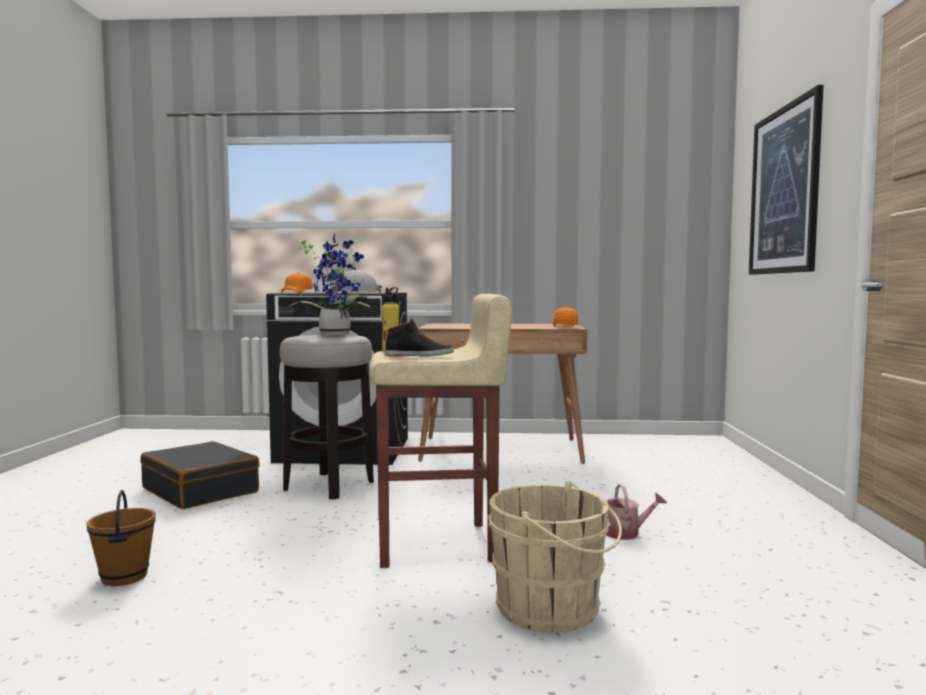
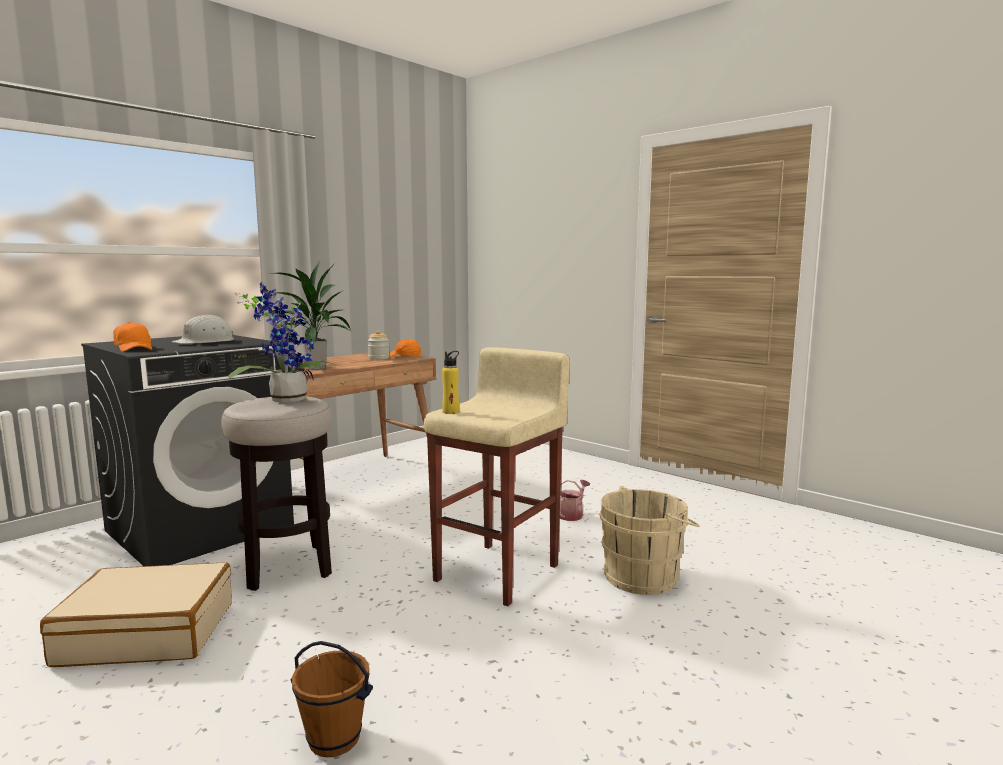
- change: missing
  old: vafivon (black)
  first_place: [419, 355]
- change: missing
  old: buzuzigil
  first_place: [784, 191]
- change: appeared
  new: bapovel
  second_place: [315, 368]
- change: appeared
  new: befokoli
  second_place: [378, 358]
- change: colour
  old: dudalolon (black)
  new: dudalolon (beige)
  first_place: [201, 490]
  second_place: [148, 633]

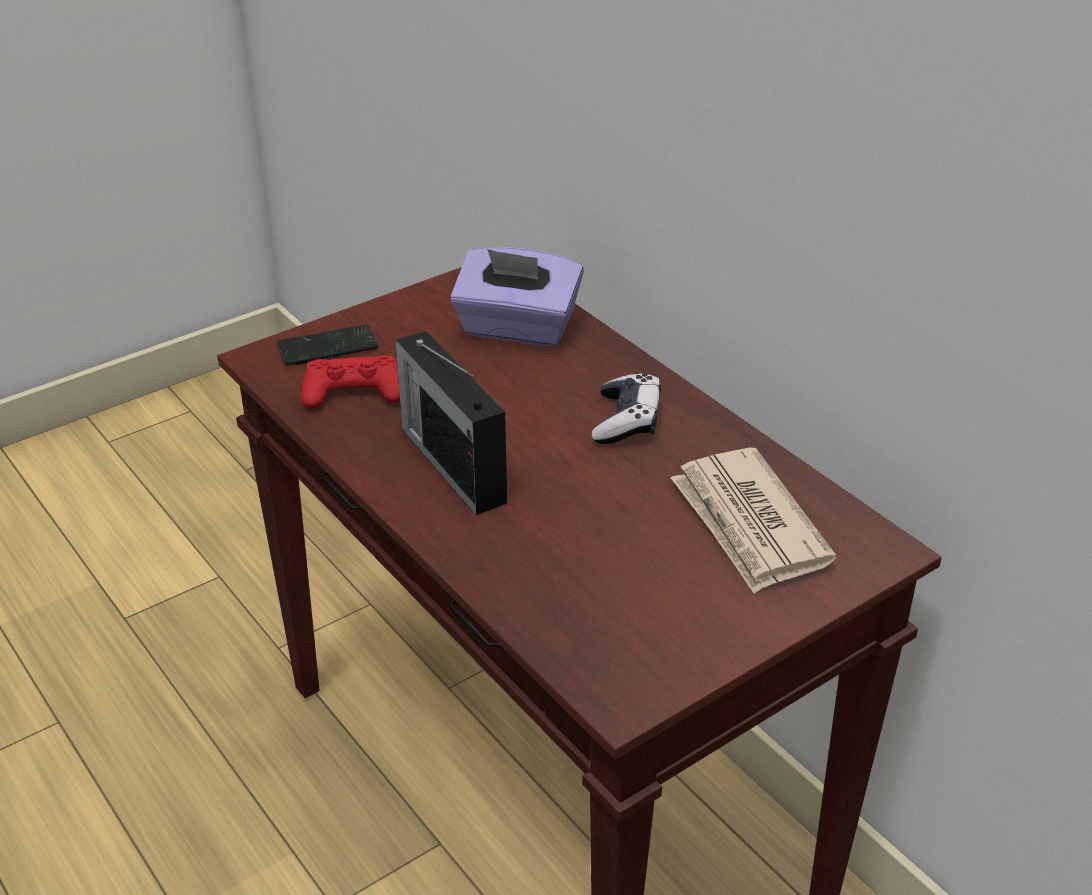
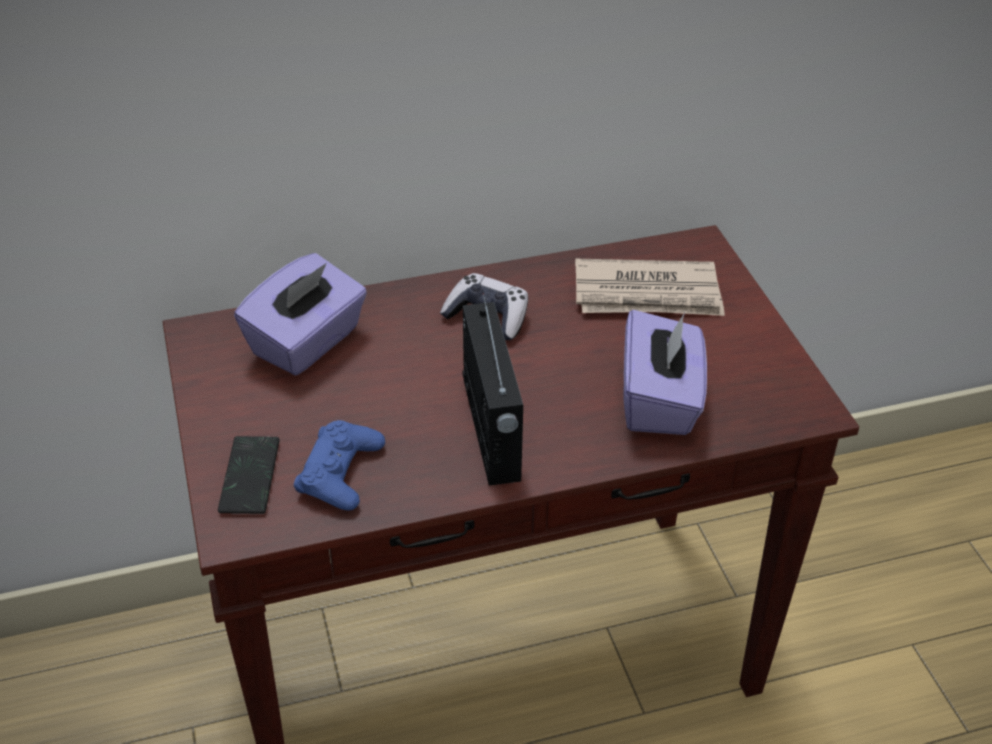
- change: appeared
  new: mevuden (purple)
  second_place: [660, 401]
- change: colour
  old: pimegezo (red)
  new: pimegezo (blue)
  first_place: [353, 391]
  second_place: [340, 472]
- change: spun
  old: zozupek
  first_place: [452, 462]
  second_place: [491, 431]
  degrees: -90

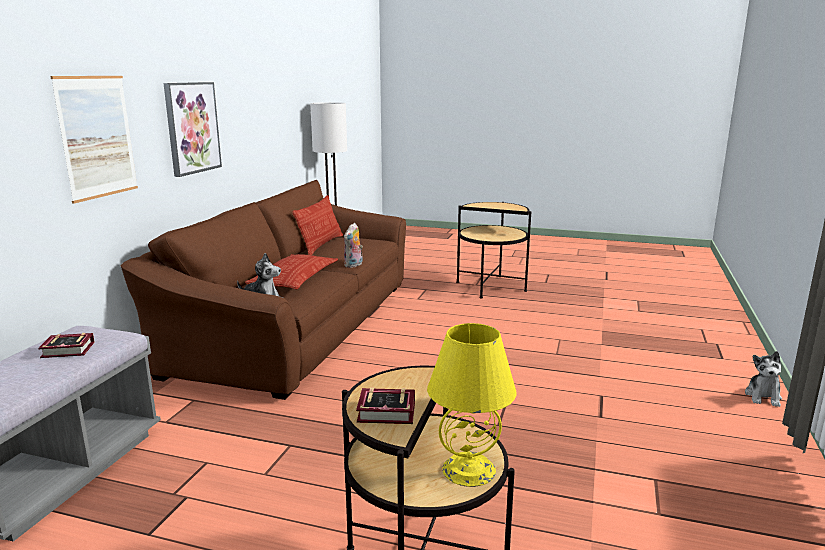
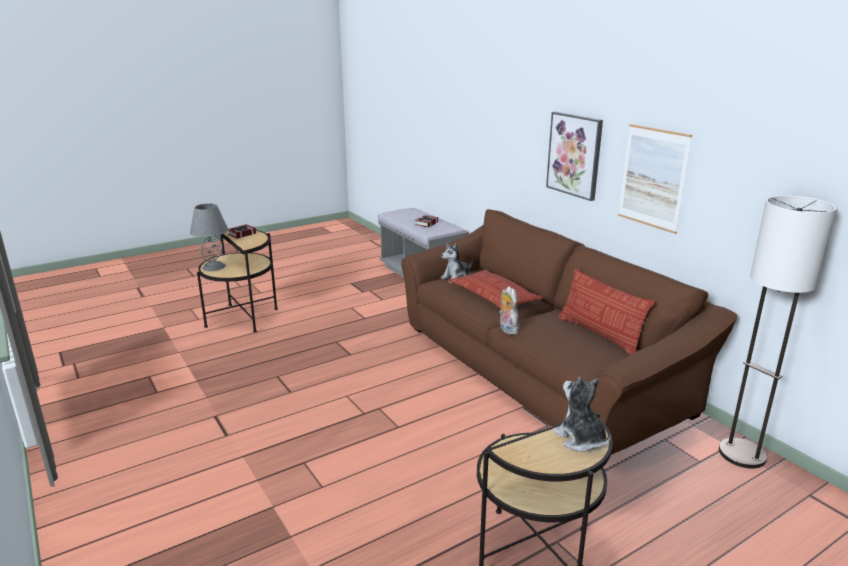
- change: relocated
  old: buzuzigil
  first_place: [97, 137]
  second_place: [653, 178]
- change: relocated
  old: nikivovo
  first_place: [763, 396]
  second_place: [580, 439]
- change: colour
  old: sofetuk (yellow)
  new: sofetuk (grey)
  first_place: [469, 469]
  second_place: [214, 267]

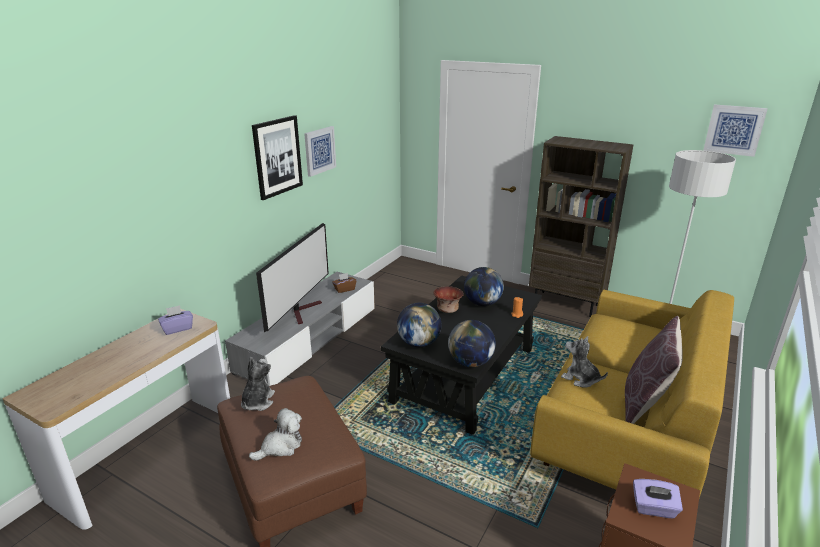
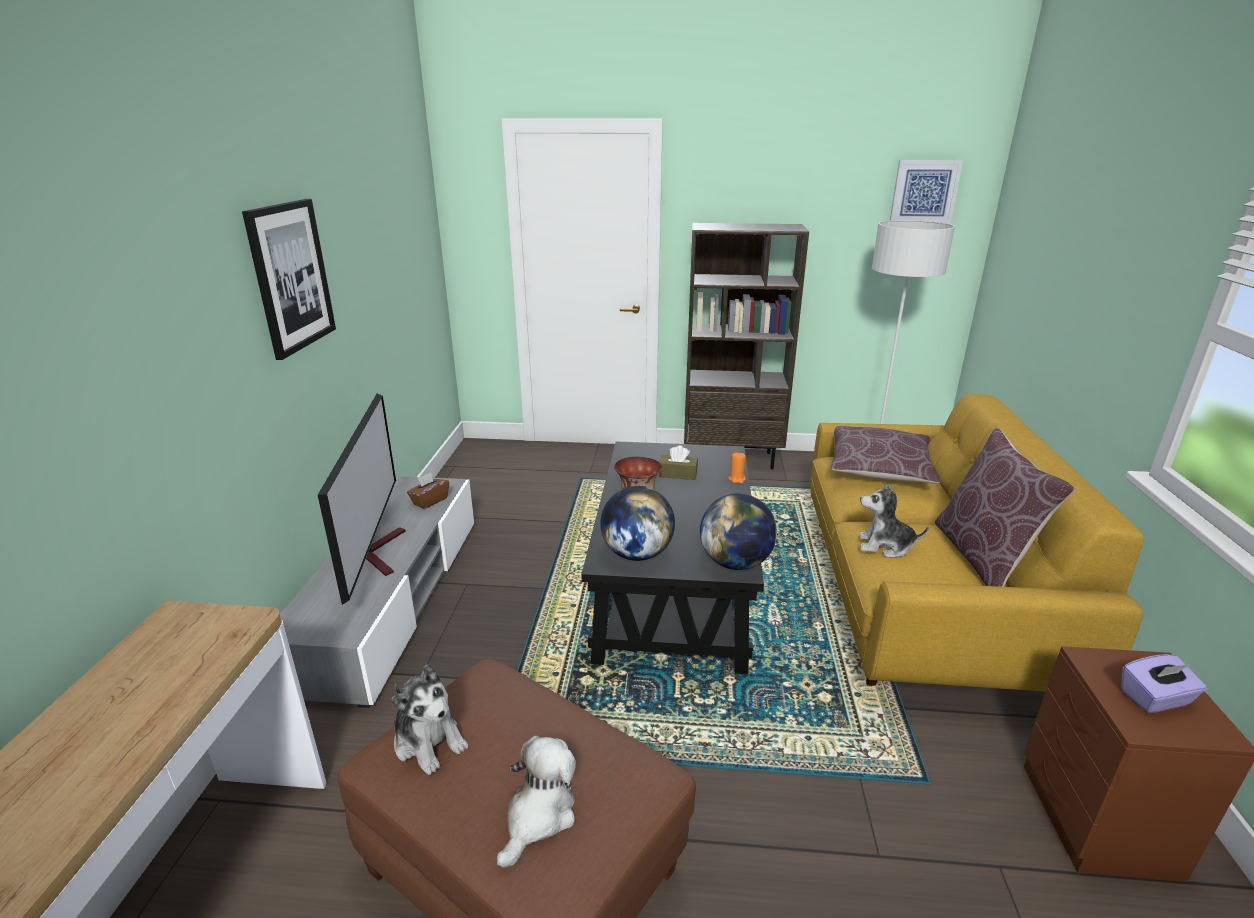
- change: missing
  old: mevuden (purple)
  first_place: [177, 328]
- change: missing
  old: buzuzigil
  first_place: [319, 150]
- change: appeared
  new: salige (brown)
  second_place: [879, 469]
- change: exchanged
  old: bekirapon
  new: mevuden (brown)
  first_place: [482, 303]
  second_place: [678, 474]
- change: spun
  old: nikivovo
  first_place: [257, 402]
  second_place: [429, 741]
  degrees: 150

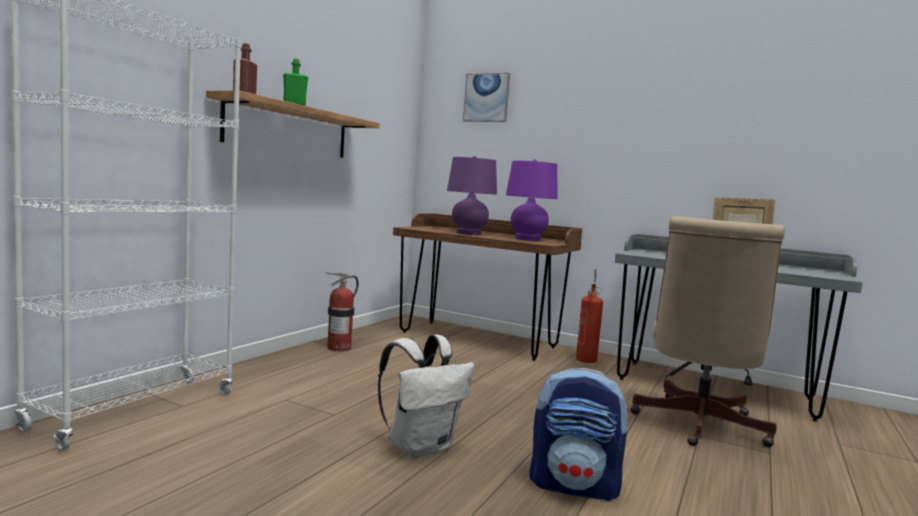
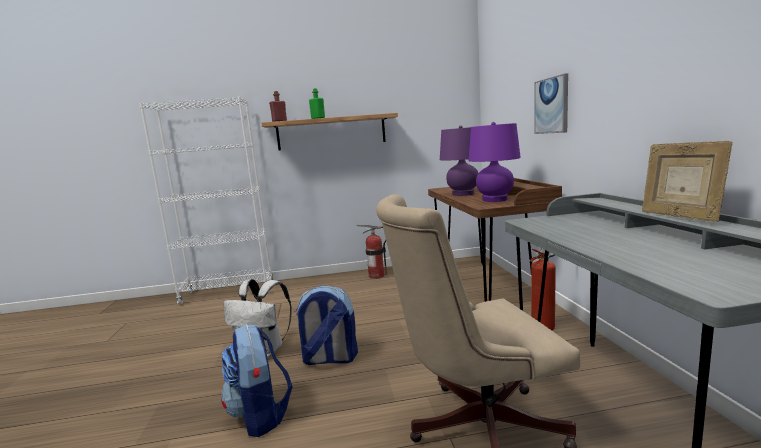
- change: appeared
  new: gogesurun
  second_place: [329, 359]
- change: relocated
  old: buzuzigil
  first_place: [486, 98]
  second_place: [551, 105]

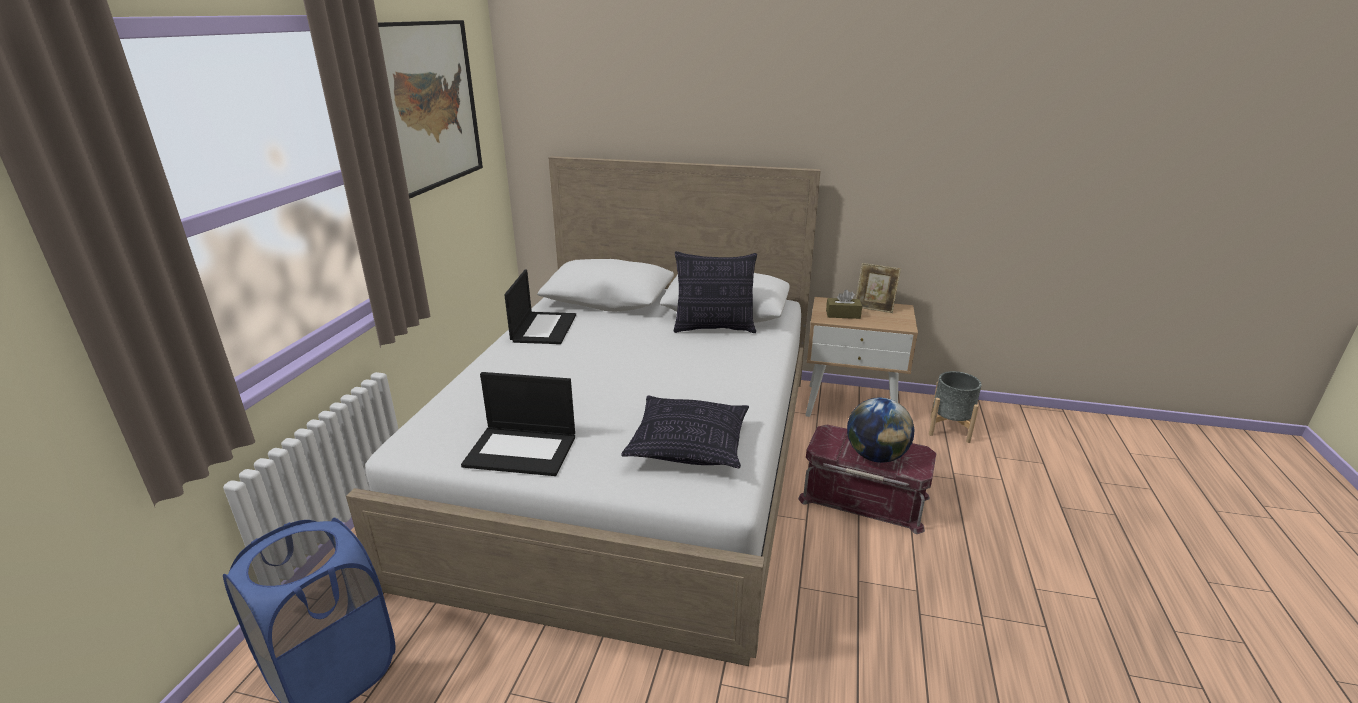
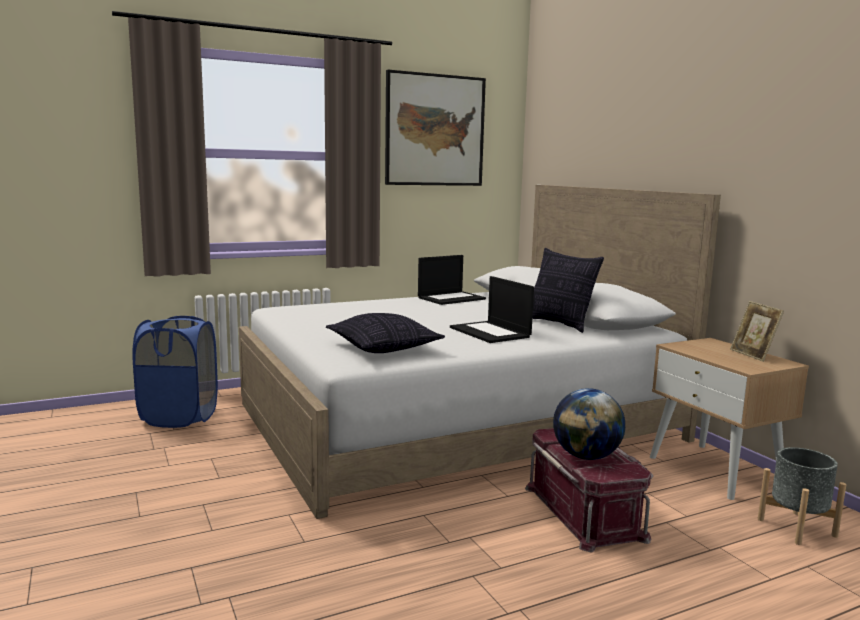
- change: missing
  old: mevuden (brown)
  first_place: [843, 314]
- change: relocated
  old: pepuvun
  first_place: [522, 450]
  second_place: [491, 332]

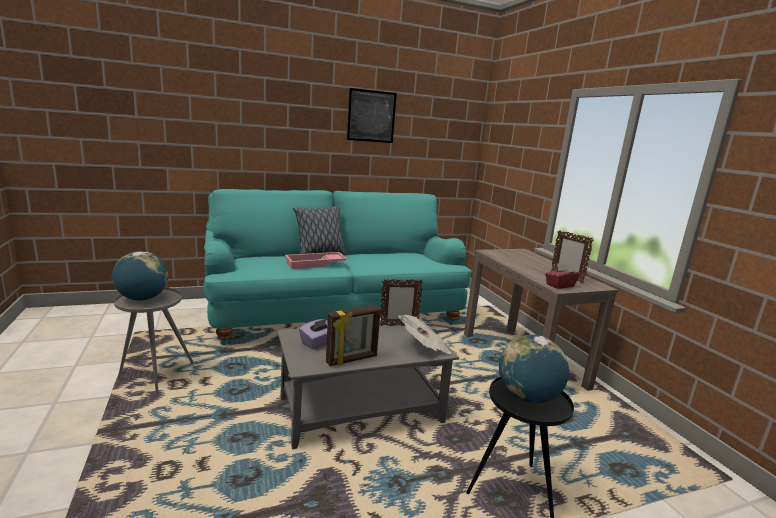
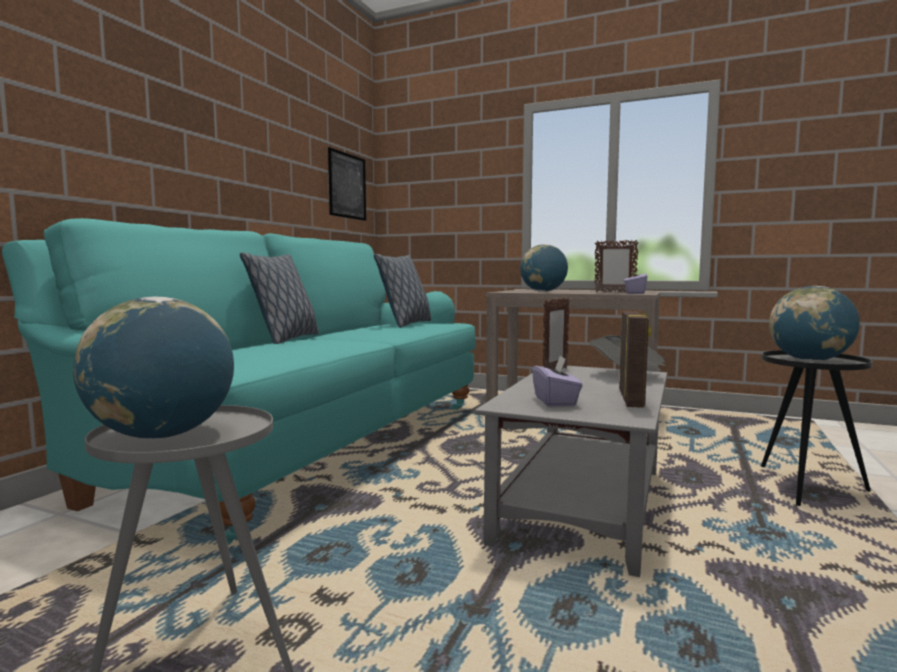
- change: missing
  old: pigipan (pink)
  first_place: [315, 264]
- change: appeared
  new: salige
  second_place: [405, 324]
- change: appeared
  new: bekirapon
  second_place: [543, 291]
- change: relocated
  old: buzuzigil
  first_place: [371, 116]
  second_place: [347, 186]
- change: colour
  old: mevuden (red)
  new: mevuden (purple)
  first_place: [559, 285]
  second_place: [634, 293]

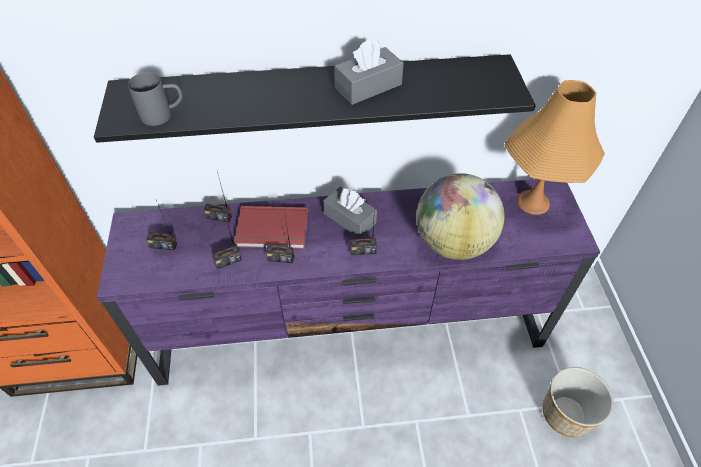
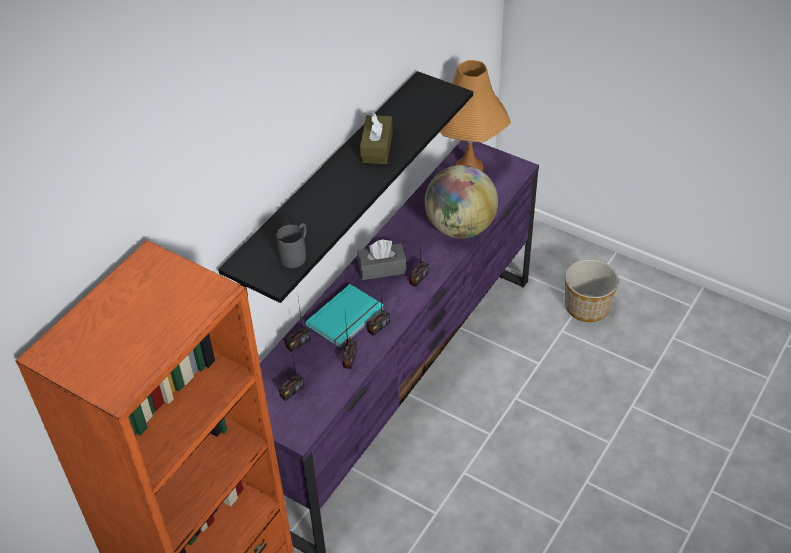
- change: colour
  old: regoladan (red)
  new: regoladan (turquoise)
  first_place: [272, 231]
  second_place: [347, 318]
- change: colour
  old: mevuden (grey)
  new: mevuden (brown)
  first_place: [368, 86]
  second_place: [377, 147]

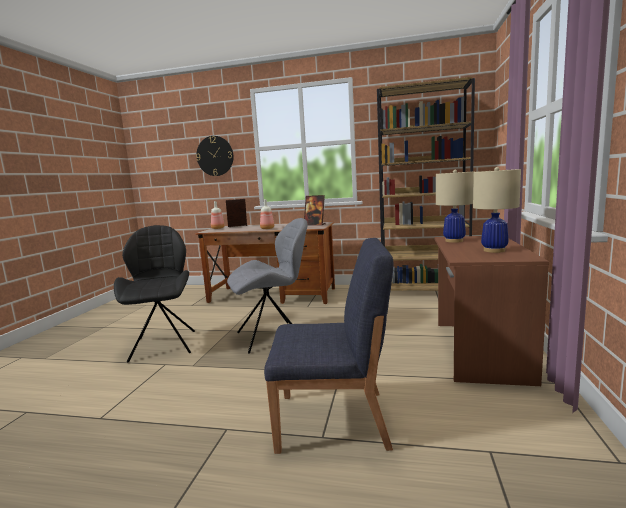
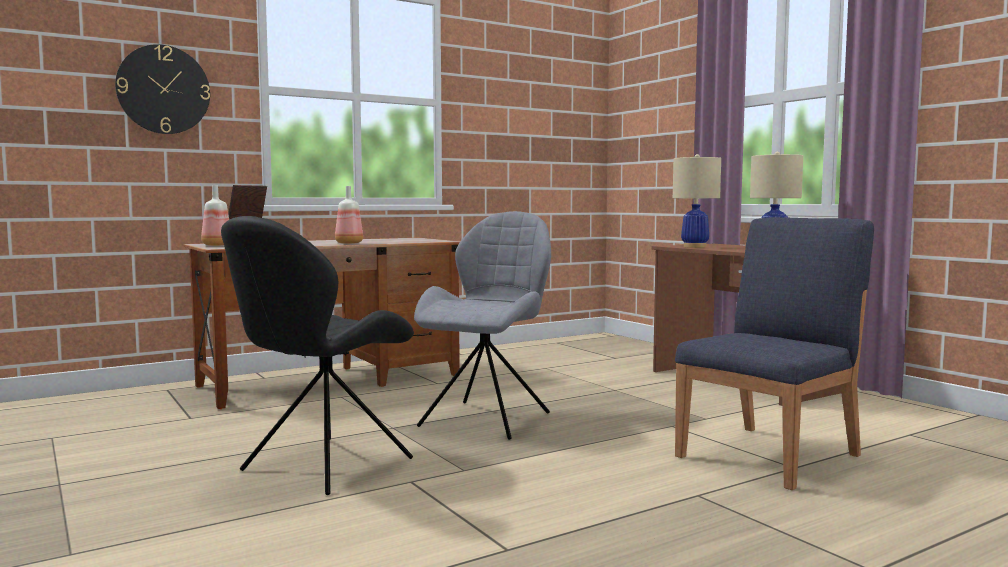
- change: missing
  old: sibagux
  first_place: [315, 225]
- change: missing
  old: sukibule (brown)
  first_place: [424, 290]
- change: spun
  old: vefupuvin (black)
  first_place: [164, 344]
  second_place: [323, 466]
  degrees: -90

